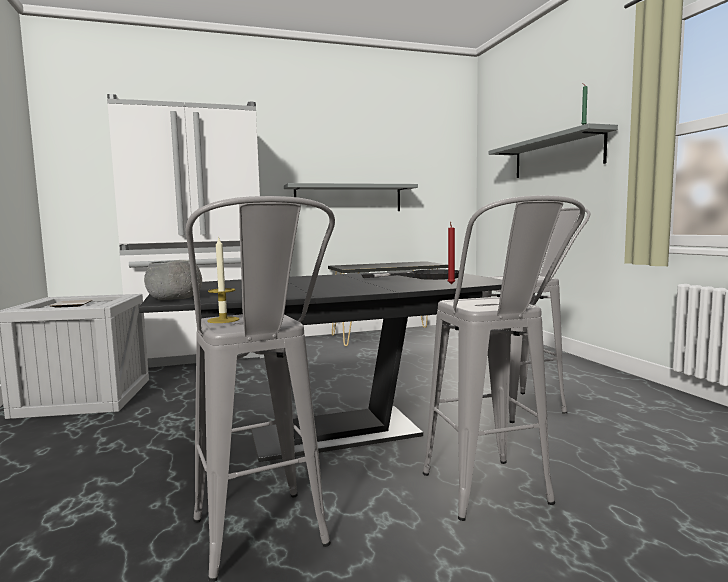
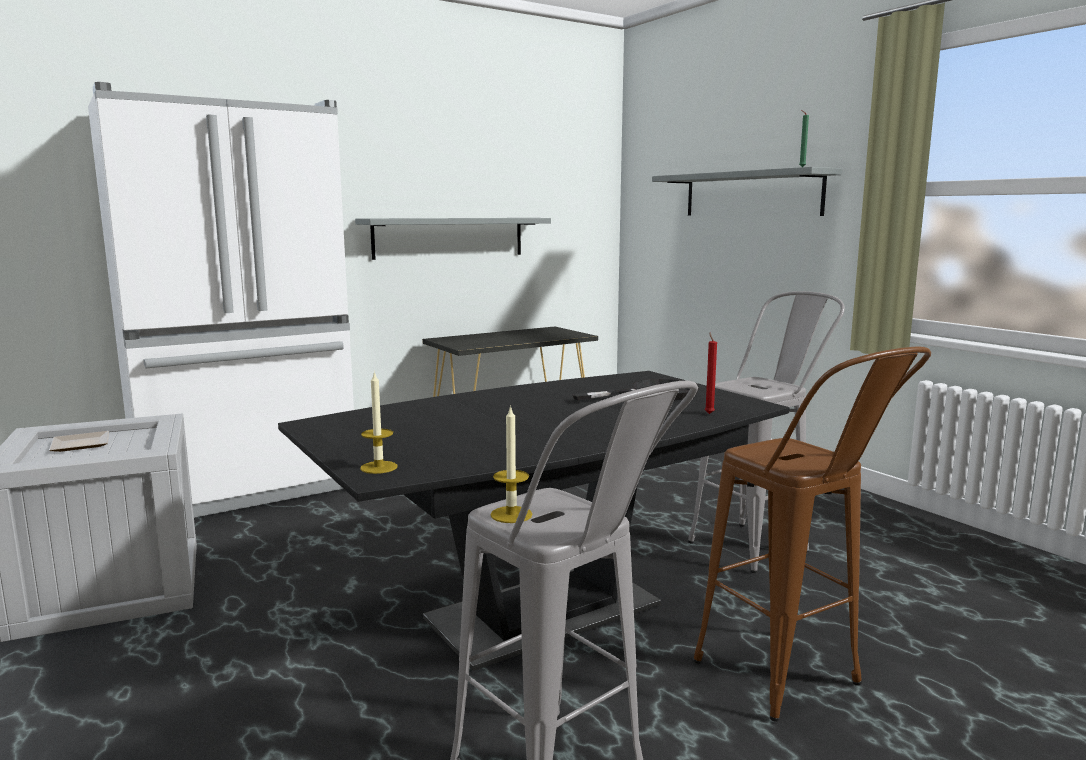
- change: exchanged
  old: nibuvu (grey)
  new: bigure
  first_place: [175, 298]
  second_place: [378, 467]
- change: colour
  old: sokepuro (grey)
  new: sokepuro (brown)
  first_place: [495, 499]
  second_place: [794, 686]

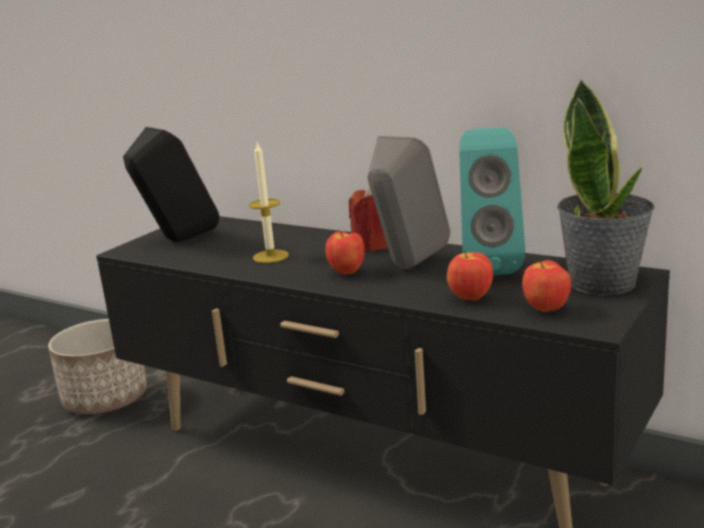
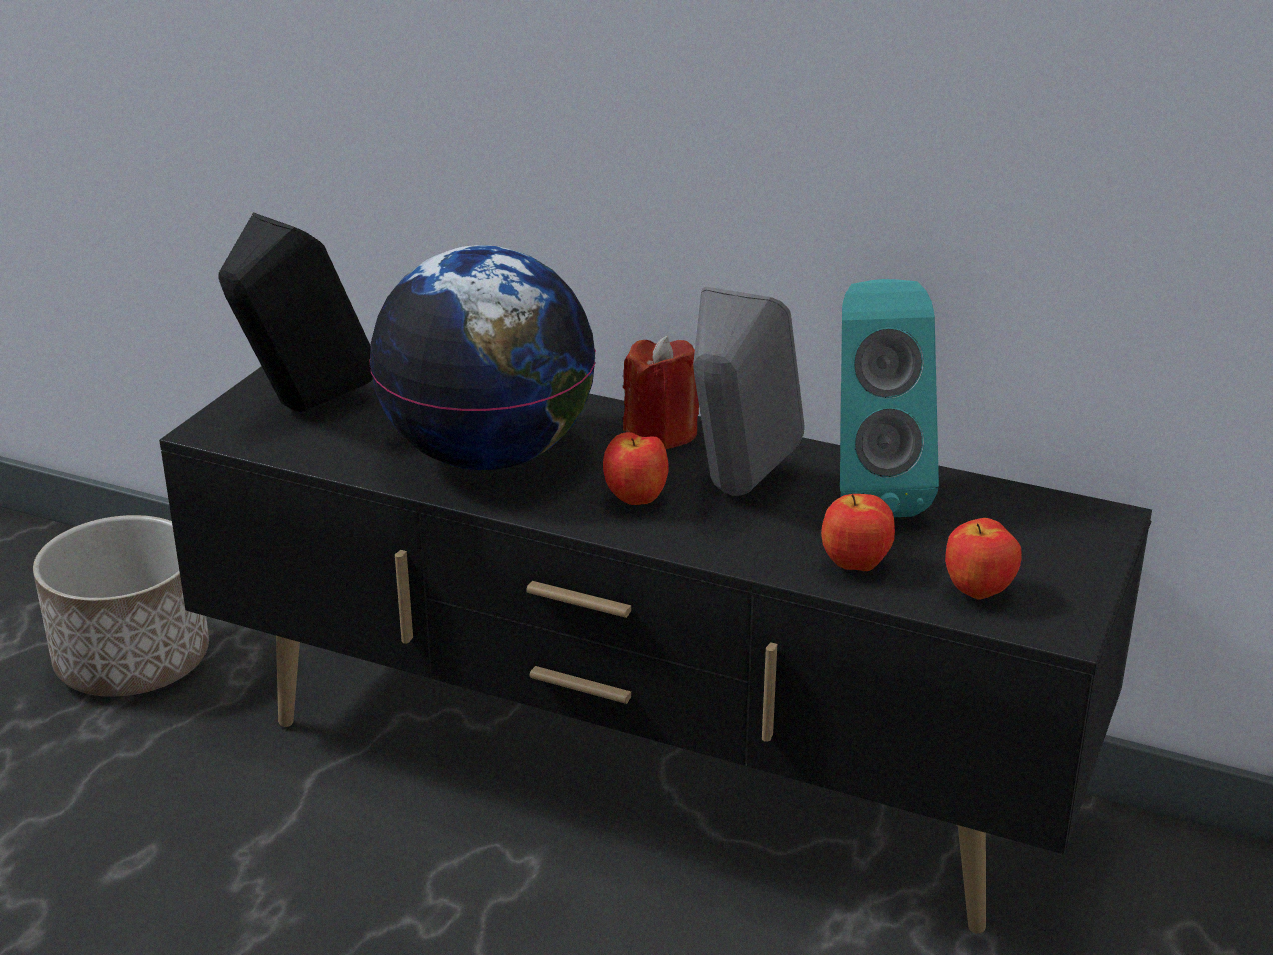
- change: missing
  old: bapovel
  first_place: [603, 283]
- change: exchanged
  old: bigure
  new: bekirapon
  first_place: [270, 256]
  second_place: [489, 455]

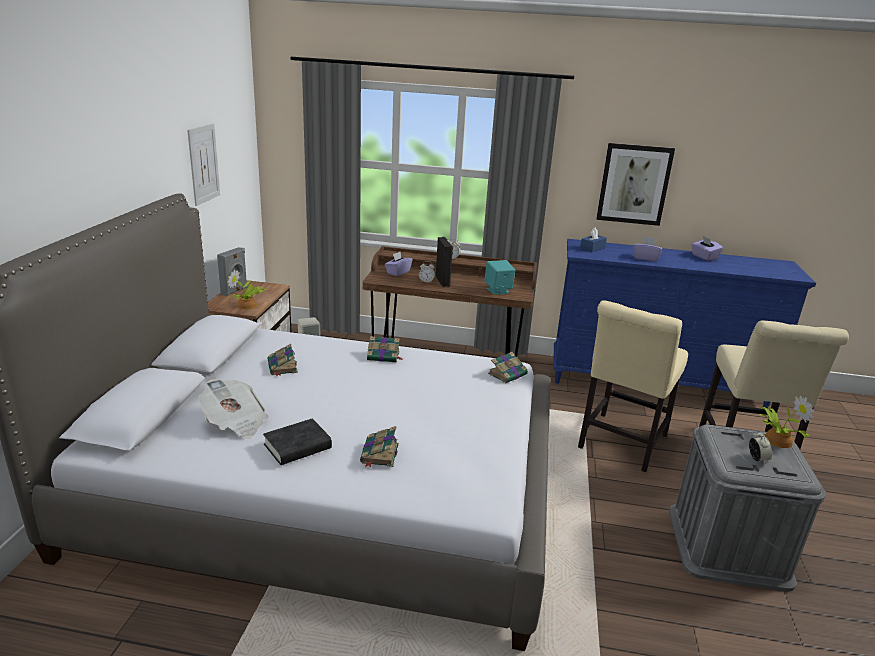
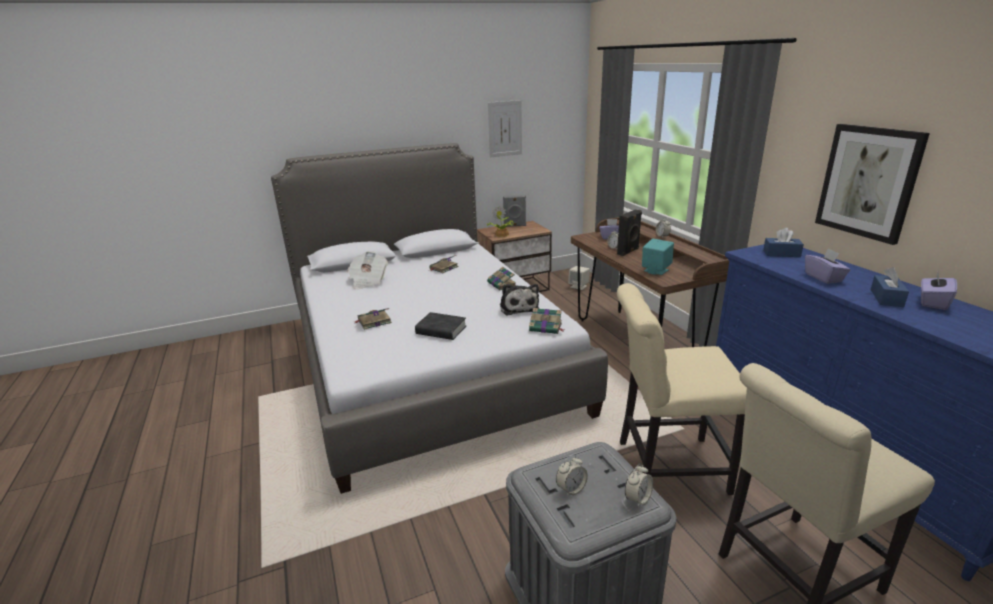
- change: appeared
  new: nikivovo
  second_place: [518, 307]
- change: appeared
  new: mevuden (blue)
  second_place: [886, 298]
- change: relocated
  old: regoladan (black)
  first_place: [297, 447]
  second_place: [441, 330]
- change: exchanged
  old: bapovel
  new: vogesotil
  first_place: [776, 440]
  second_place: [637, 499]

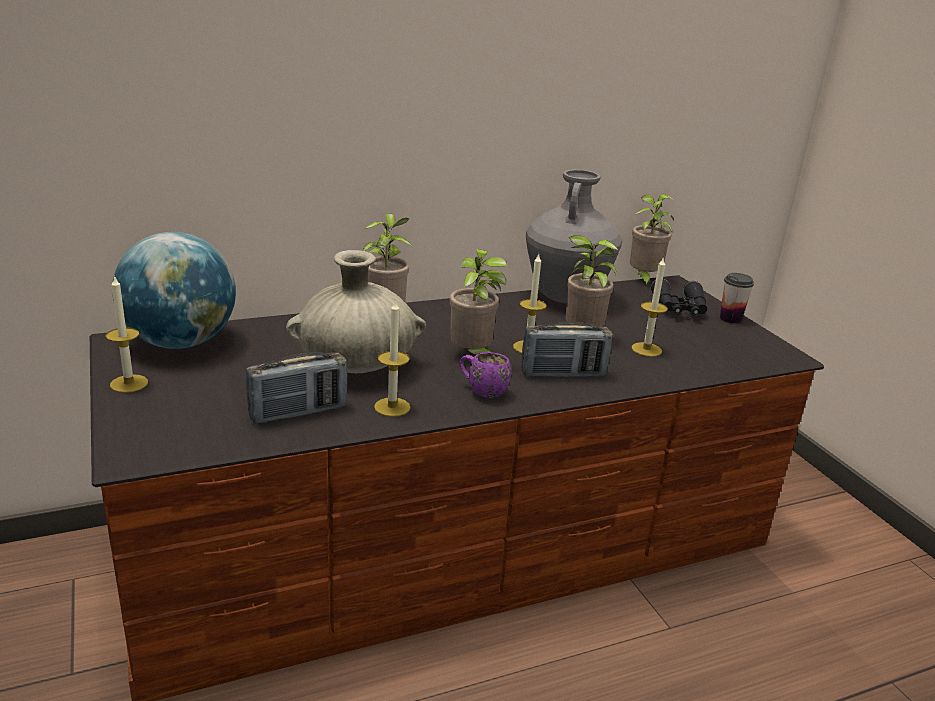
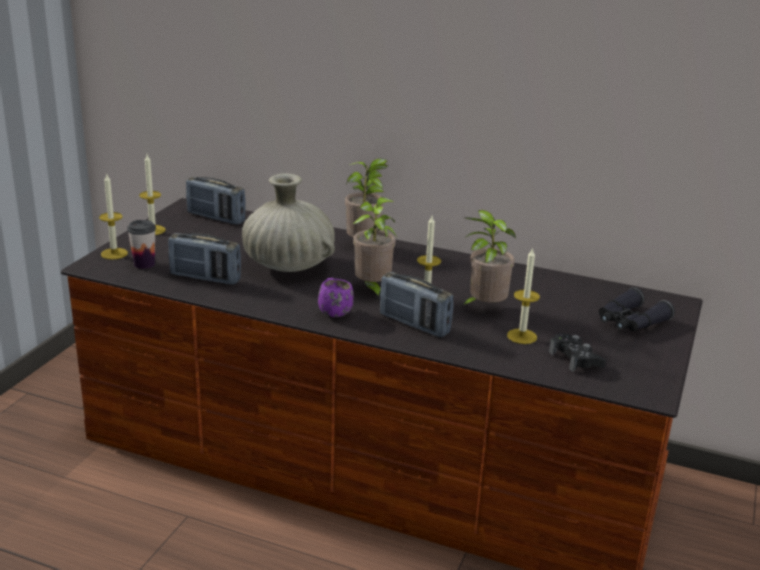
- change: missing
  old: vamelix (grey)
  first_place: [566, 298]
- change: missing
  old: bapovel
  first_place: [643, 280]
- change: appeared
  new: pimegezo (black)
  second_place: [575, 359]
- change: relocated
  old: bigure
  first_place: [392, 407]
  second_place: [114, 253]
- change: relocated
  old: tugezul
  first_place: [730, 319]
  second_place: [144, 264]
- change: exchanged
  old: bekirapon
  new: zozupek
  first_place: [181, 342]
  second_place: [216, 218]

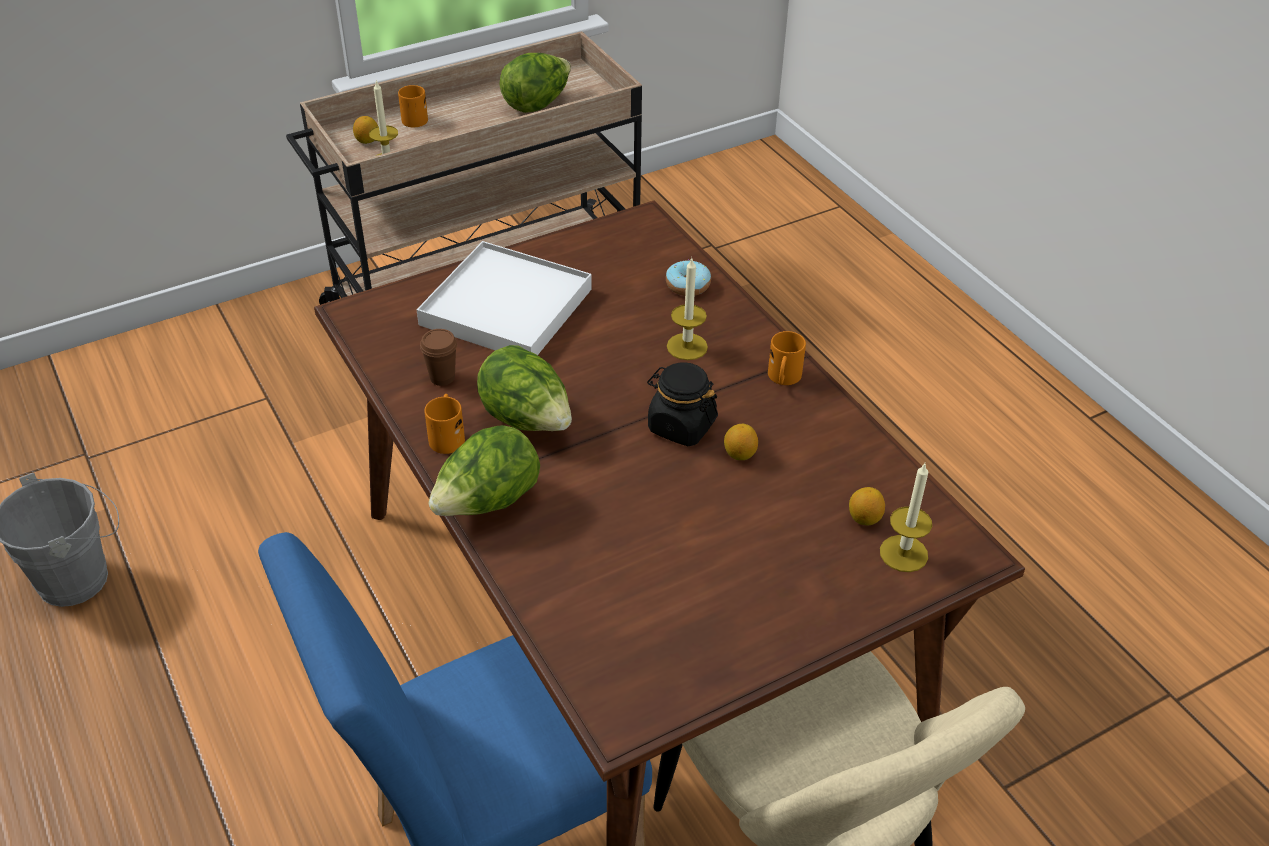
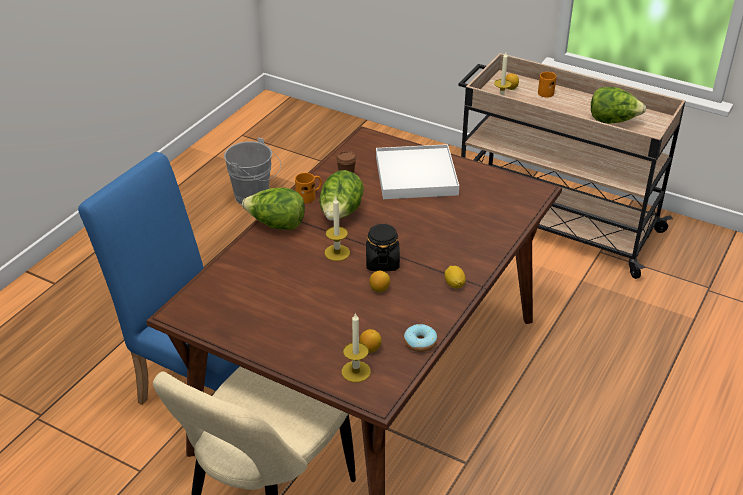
- change: relocated
  old: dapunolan
  first_place: [688, 285]
  second_place: [420, 343]
- change: relocated
  old: bigure
  first_place: [687, 346]
  second_place: [337, 253]
- change: exchanged
  old: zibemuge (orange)
  new: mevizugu
  first_place: [783, 379]
  second_place: [454, 284]

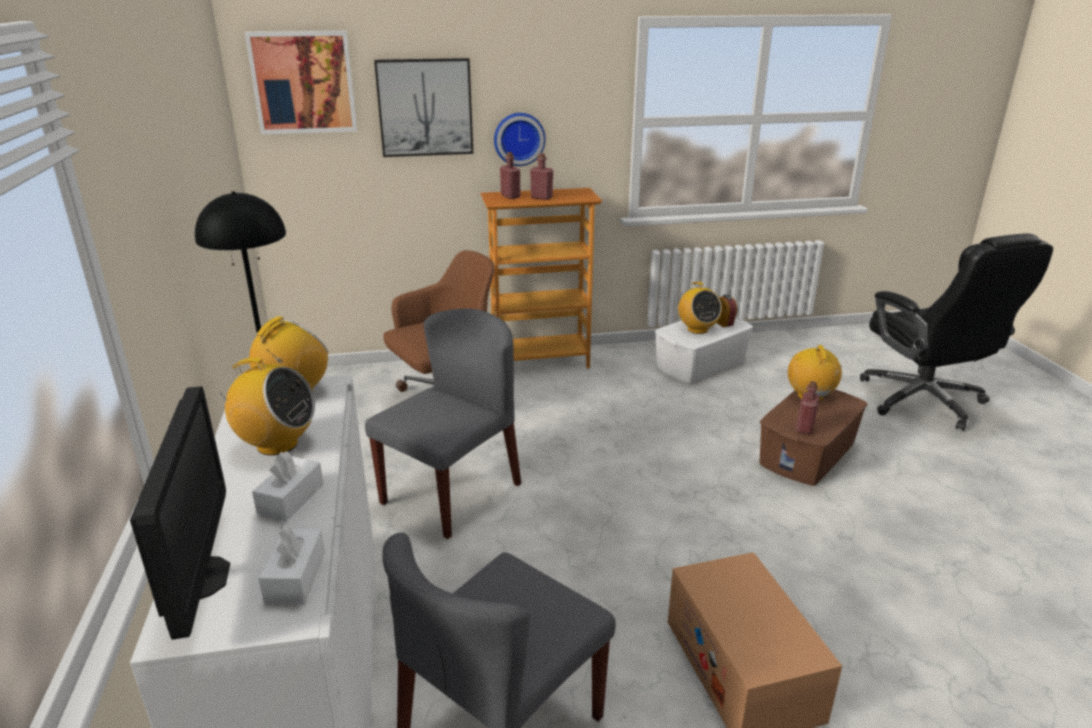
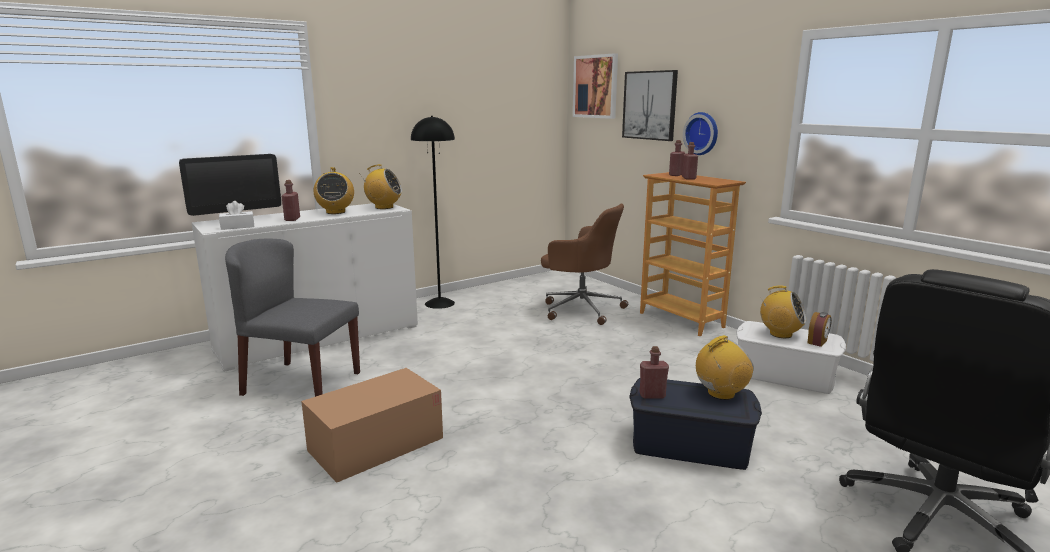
- change: missing
  old: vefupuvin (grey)
  first_place: [452, 492]
- change: exchanged
  old: mevuden (white)
  new: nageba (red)
  first_place: [291, 499]
  second_place: [292, 219]
- change: colour
  old: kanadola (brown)
  new: kanadola (blue)
  first_place: [808, 454]
  second_place: [690, 445]
- change: spun
  old: zozupek
  first_place: [697, 329]
  second_place: [780, 334]
  degrees: -105

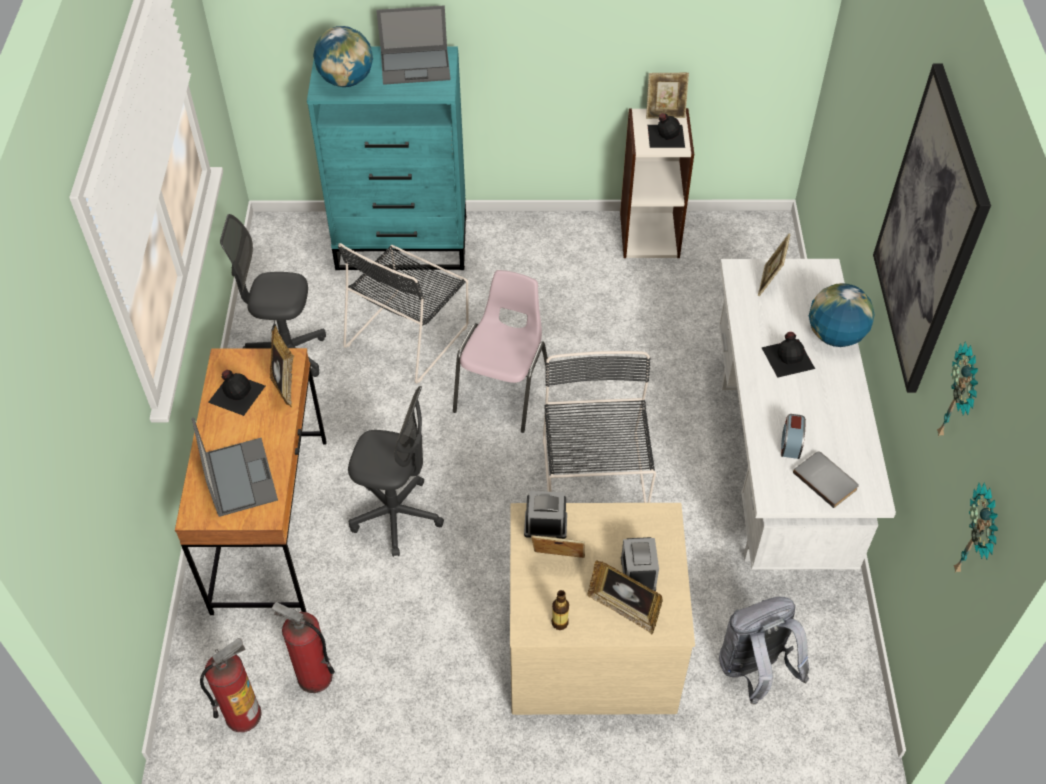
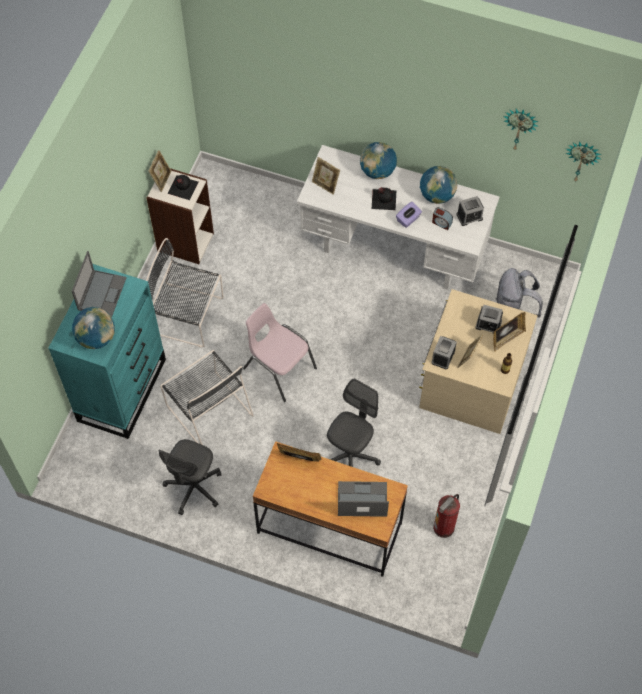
- change: missing
  old: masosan
  first_place: [243, 714]
- change: missing
  old: nageba (black)
  first_place: [236, 393]
- change: missing
  old: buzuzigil
  first_place: [929, 233]
- change: appeared
  new: mevuden (purple)
  second_place: [408, 219]
- change: appeared
  new: bekirapon
  second_place: [437, 195]
- change: relocated
  old: vefupuvin (black)
  first_place: [594, 478]
  second_place: [187, 315]
- change: exchanged
  old: regoladan (grey)
  new: vogesotil
  first_place: [826, 479]
  second_place: [469, 216]

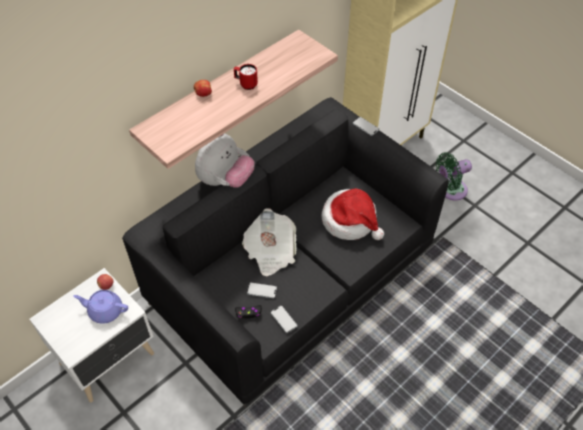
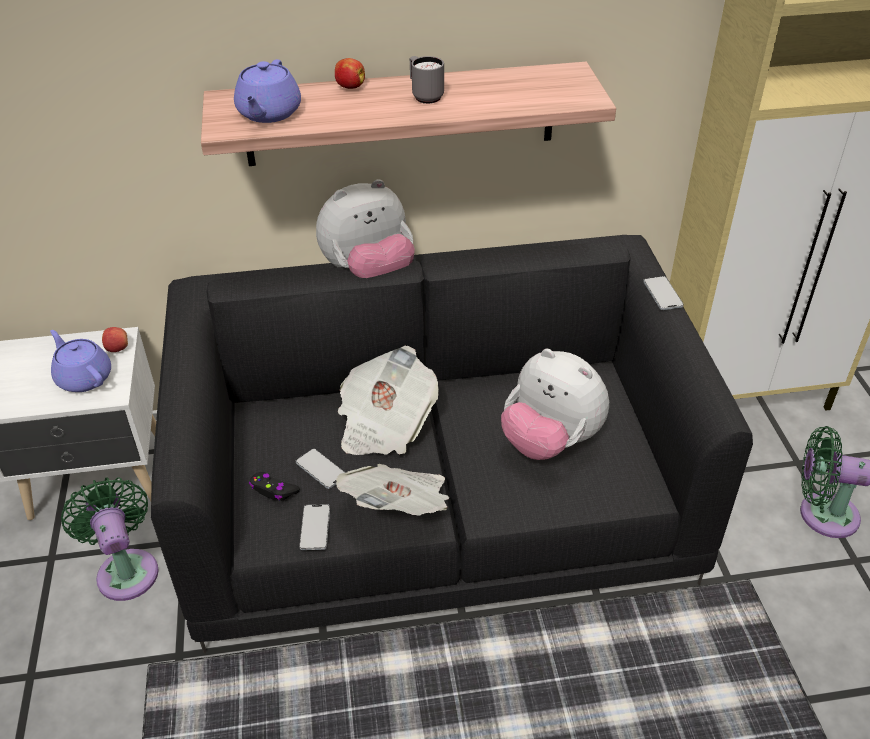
- change: appeared
  new: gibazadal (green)
  second_place: [126, 569]
- change: appeared
  new: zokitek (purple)
  second_place: [268, 113]
- change: appeared
  new: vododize
  second_place: [399, 507]
- change: exchanged
  old: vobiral
  new: nikivovo
  first_place: [350, 221]
  second_place: [550, 441]
- change: colour
  old: zibemuge (red)
  new: zibemuge (grey)
  first_place: [246, 84]
  second_place: [425, 96]

